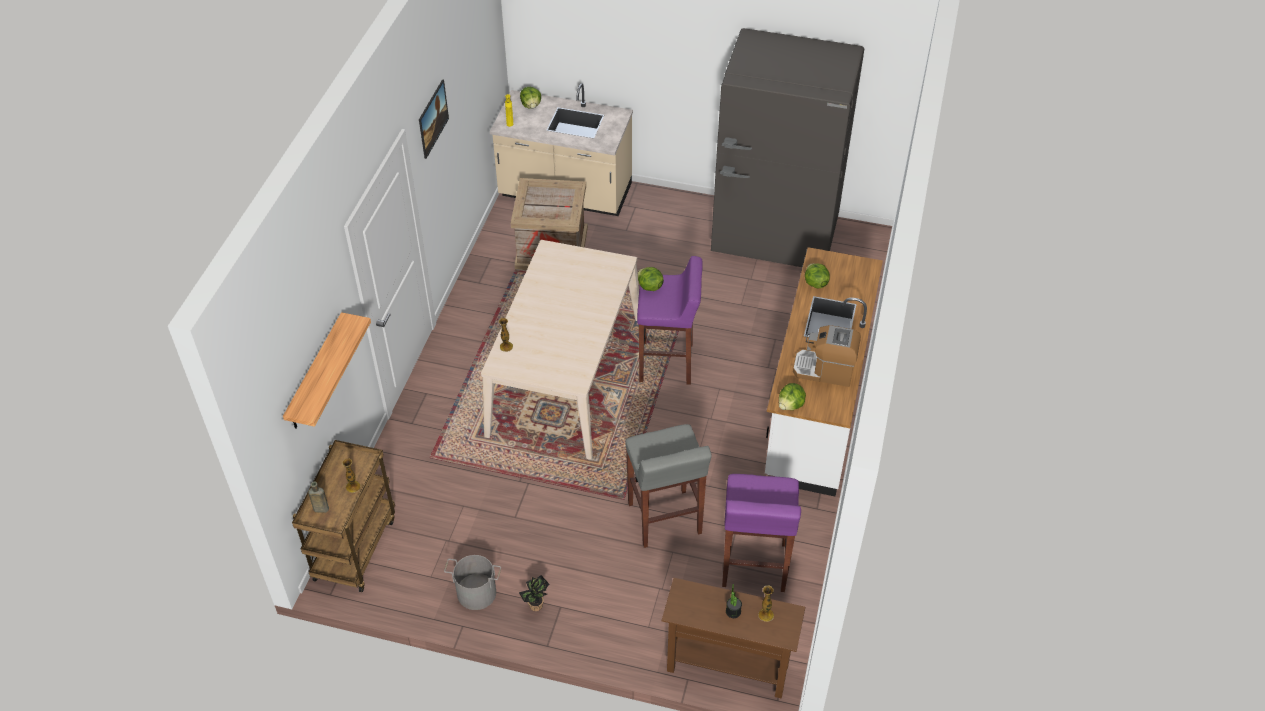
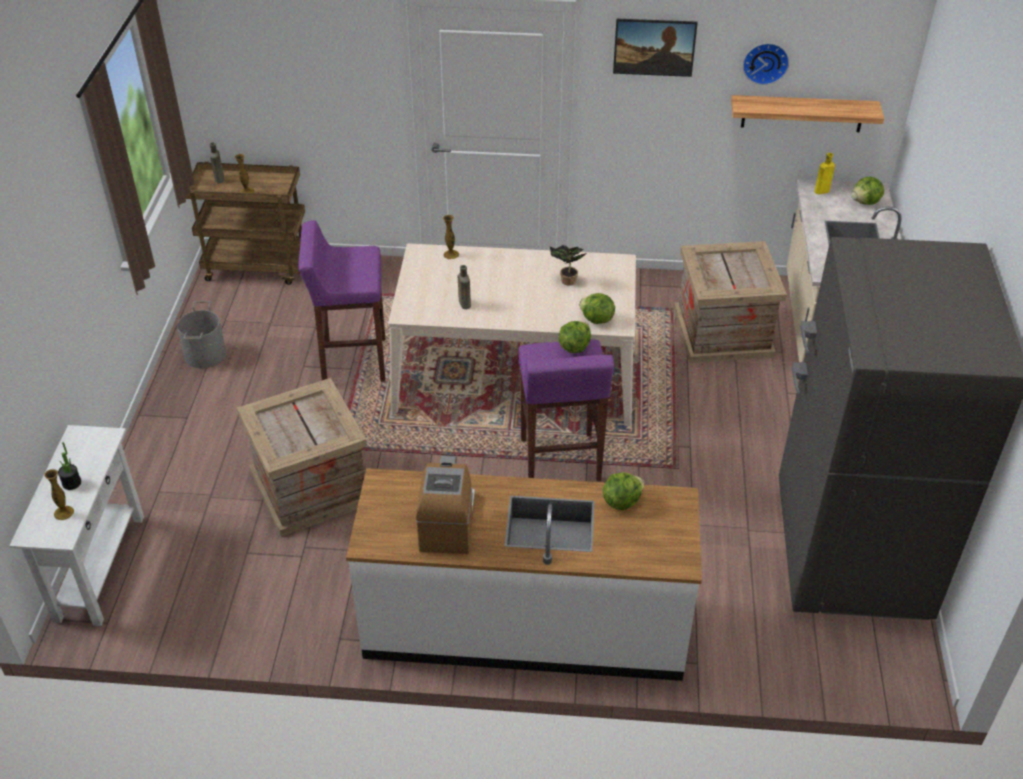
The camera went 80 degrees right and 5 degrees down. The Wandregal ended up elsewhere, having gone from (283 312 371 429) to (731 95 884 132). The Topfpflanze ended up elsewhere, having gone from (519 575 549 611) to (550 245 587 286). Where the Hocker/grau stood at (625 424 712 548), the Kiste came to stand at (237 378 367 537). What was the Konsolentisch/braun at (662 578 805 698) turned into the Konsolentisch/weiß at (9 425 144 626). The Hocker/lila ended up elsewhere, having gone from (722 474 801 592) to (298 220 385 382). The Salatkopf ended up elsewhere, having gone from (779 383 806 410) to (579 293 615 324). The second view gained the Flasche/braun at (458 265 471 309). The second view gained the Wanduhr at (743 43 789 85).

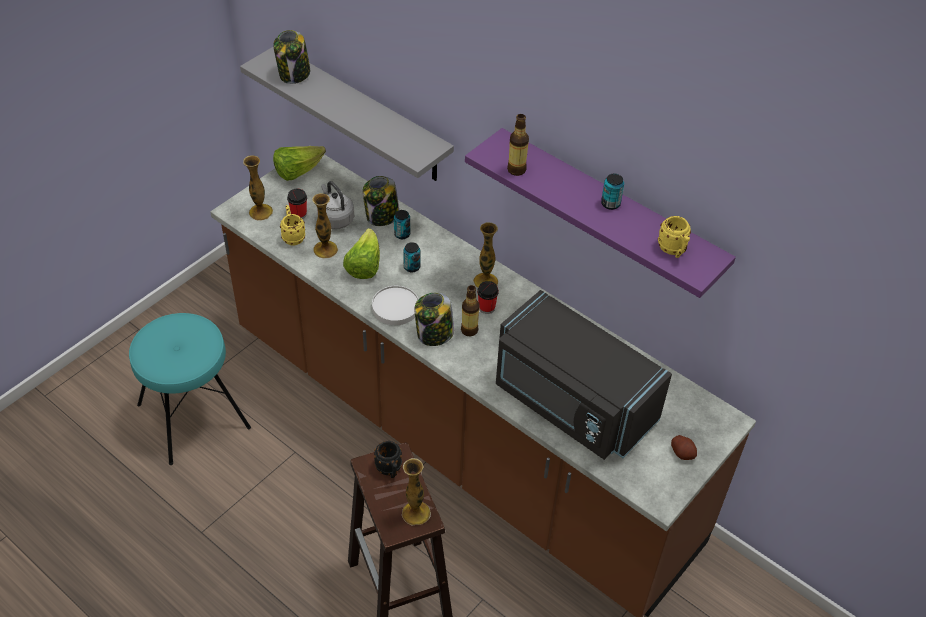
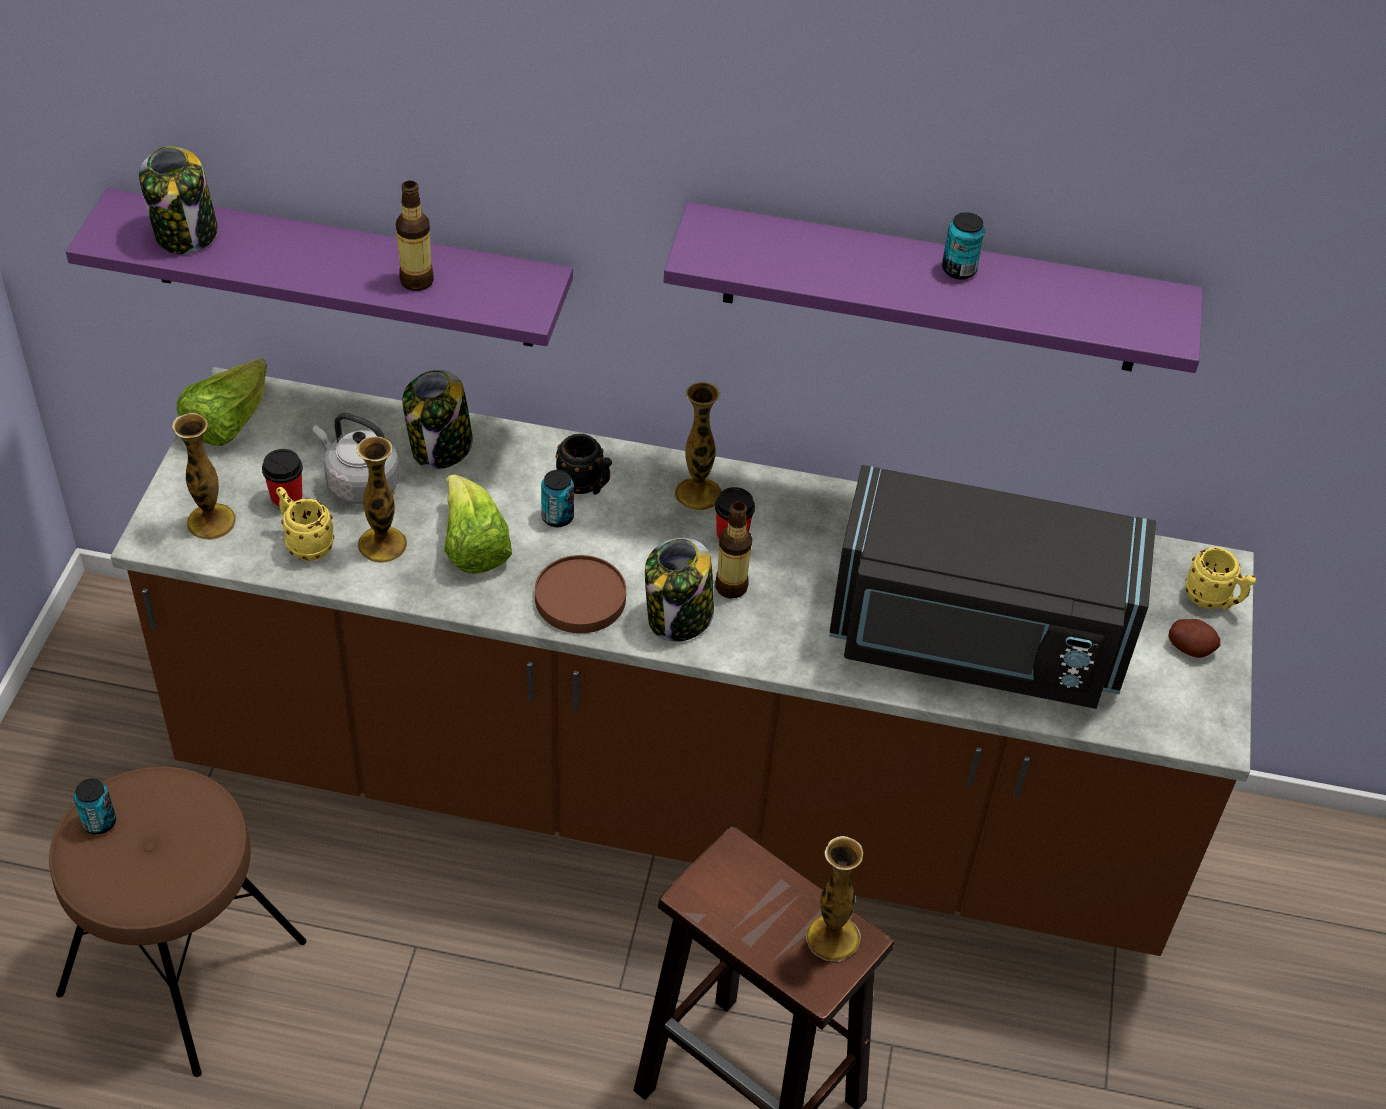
The camera went 30 degrees left and 0 degrees up. What was the Hocker/türkis at (129 313 251 465) turned into the Hocker/braun at (49 767 306 1077). What was the Wandregal/grau at (240 47 454 181) turned into the Wandregal/lila at (66 188 573 347). What was the Teller/weiß at (372 286 418 325) turned into the Teller/braun at (535 555 626 633). The Henkelbecher/schwarz ended up elsewhere, having gone from (374 441 402 478) to (556 434 612 495). The Dose ended up elsewhere, having gone from (394 210 410 239) to (74 778 116 835). The Flasche ended up elsewhere, having gone from (507 114 529 176) to (396 181 434 291). The Henkelbecher/gelb ended up elsewhere, having gone from (658 216 691 258) to (1186 547 1256 610).

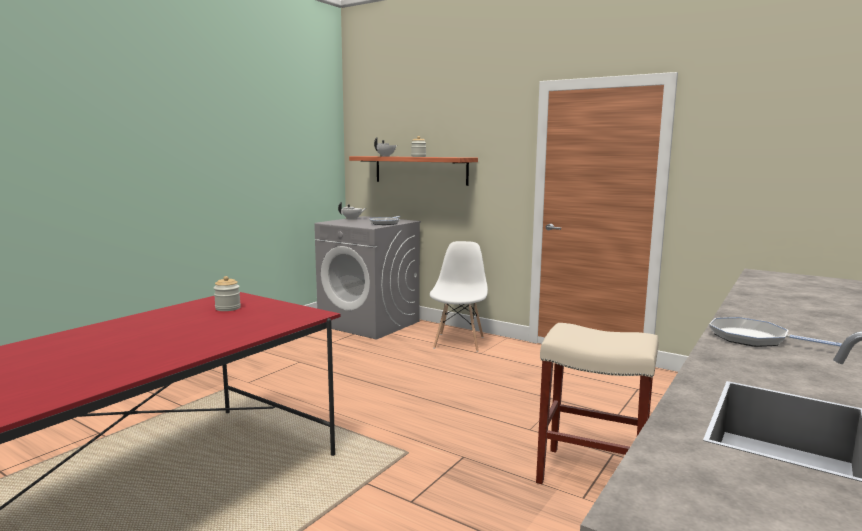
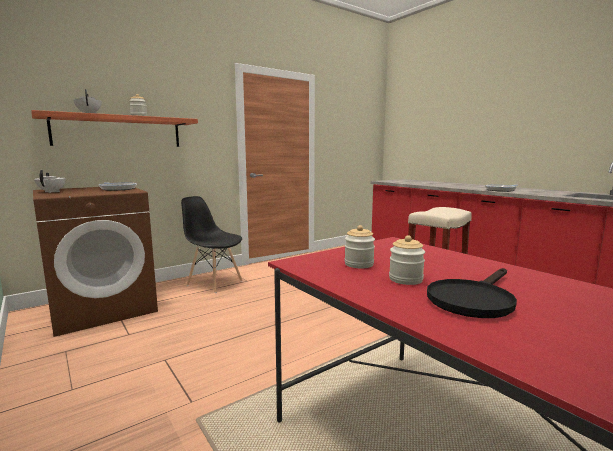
The camera went 70 degrees left and 0 degrees up. What was the Waschmaschine/grau at (314 216 421 340) turned into the Waschmaschine/braun at (33 187 158 337). What was the Stuhl/weiß at (430 241 488 352) turned into the Stuhl/schwarz at (181 196 243 293). The second view gained the Vorratsglas at (389 235 425 285). The second view gained the Pfanne/schwarz at (427 268 517 318).

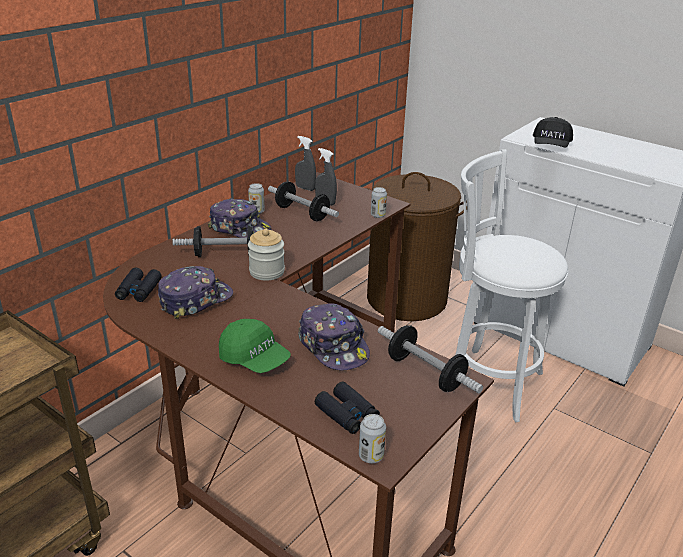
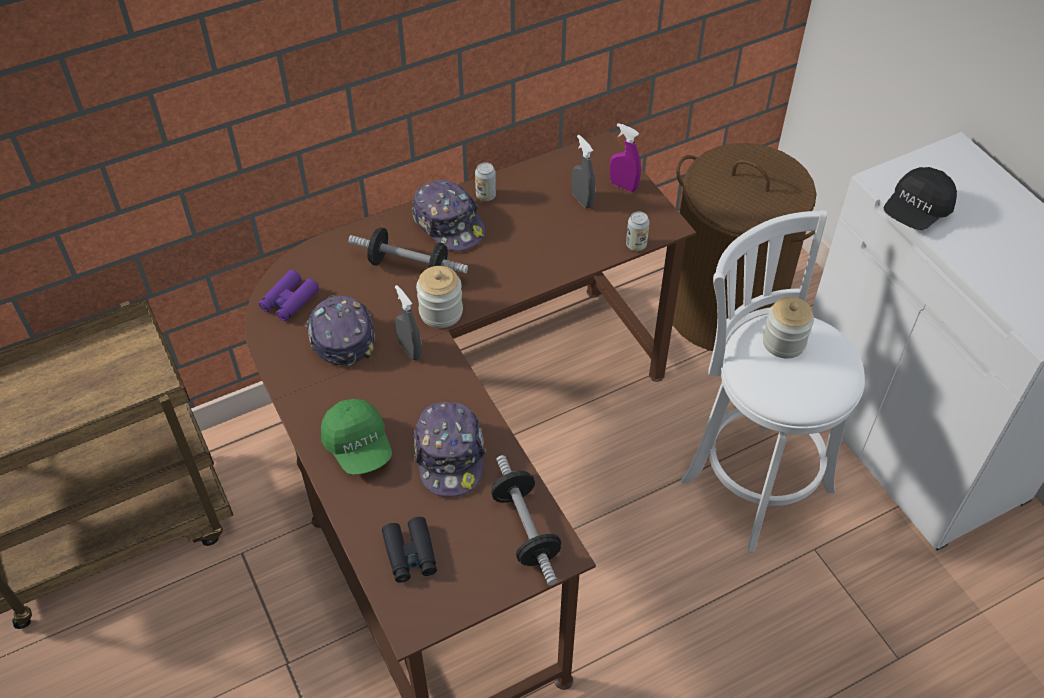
The camera went 25 degrees right and 20 degrees up. What was the Fernglas/schwarz at (115 268 162 302) turned into the Fernglas/lila at (258 270 319 321). The Kappe at (158 266 233 319) ended up facing another way, 90 degrees counterclockwise from before. The second view lost the Hantel at (268 181 339 221). The Sprühflasche/grau ended up elsewhere, having gone from (295 136 316 191) to (395 285 422 360). The second view lost the Dose at (359 414 386 463). The second view gained the Sprühflasche/lila at (610 123 641 192). The second view gained the Vorratsglas at (763 297 814 358).

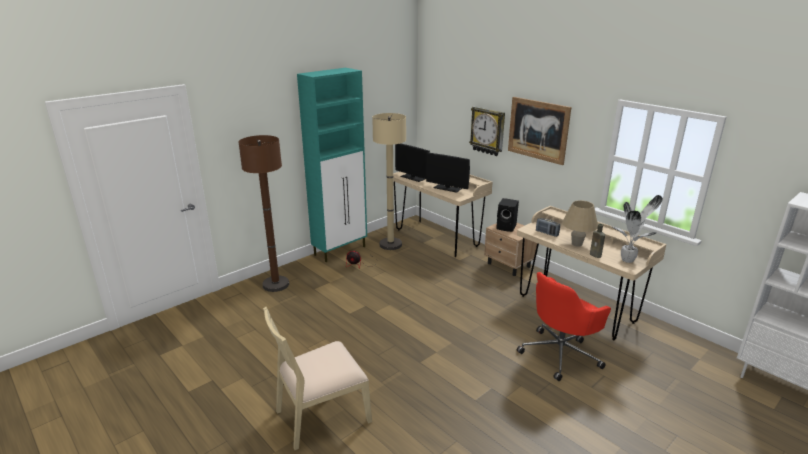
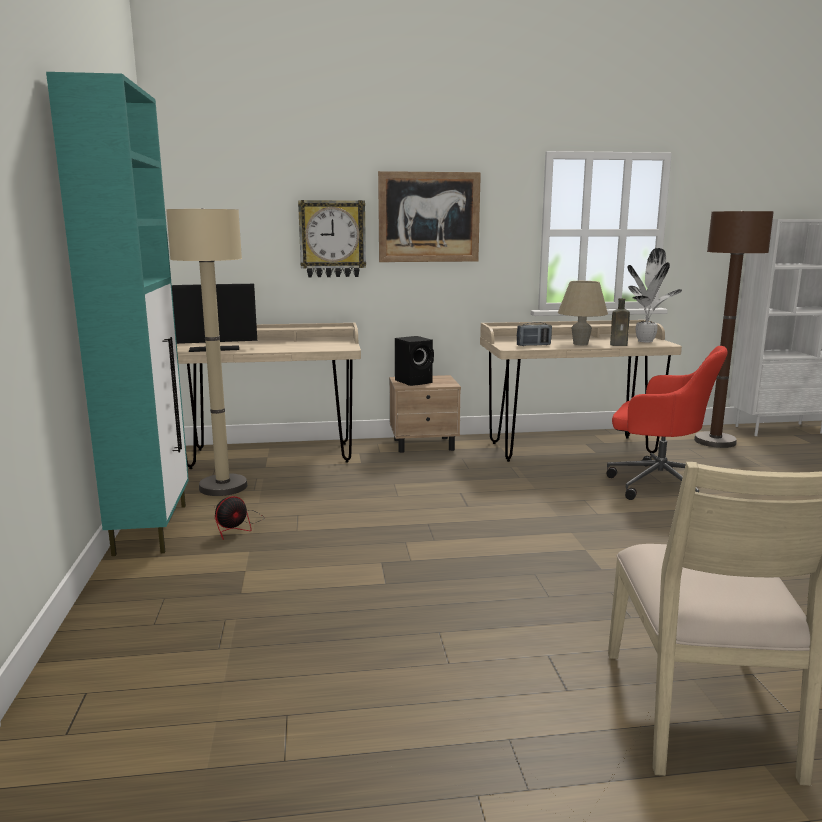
The camera went 55 degrees left and 10 degrees down. The Stehlampe/braun ended up elsewhere, having gone from (238 135 289 292) to (694 211 774 448). The second view lost the Monitor at (426 153 470 193). The Bürostuhl/rot at (517 272 611 381) ended up facing another way, 60 degrees counterclockwise from before.

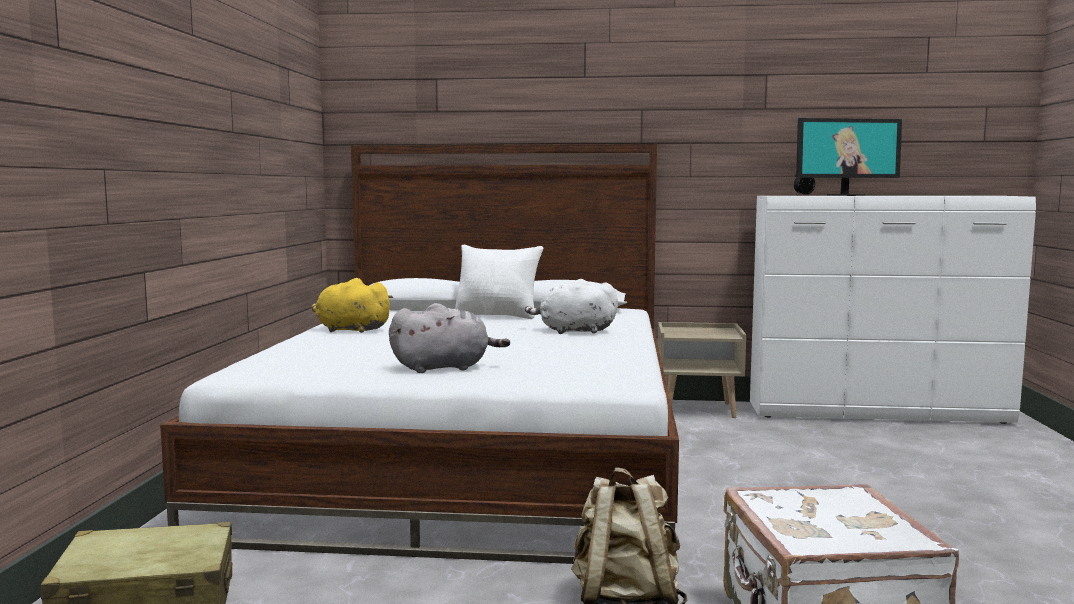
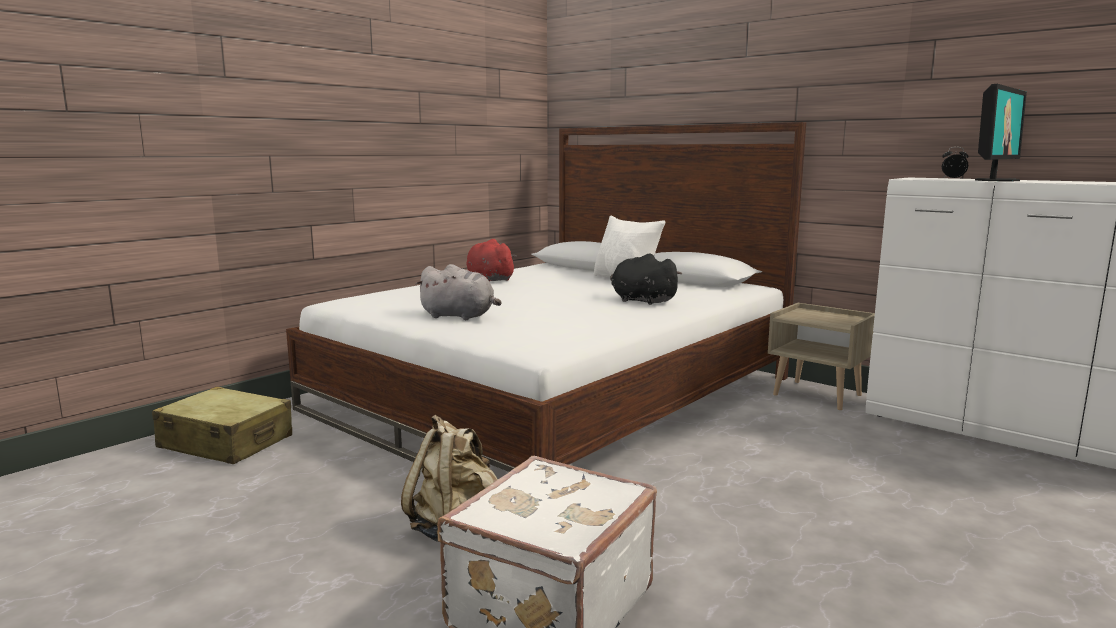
The camera went 35 degrees right and 5 degrees up. What was the Plüschtier/gelb at (312 278 393 333) turned into the Plüschtier/rot at (466 239 517 282). What was the Plüschtier/weiß at (525 279 618 334) turned into the Plüschtier/schwarz at (610 254 682 305). The Monitor at (796 118 902 196) ended up facing another way, 75 degrees counterclockwise from before.

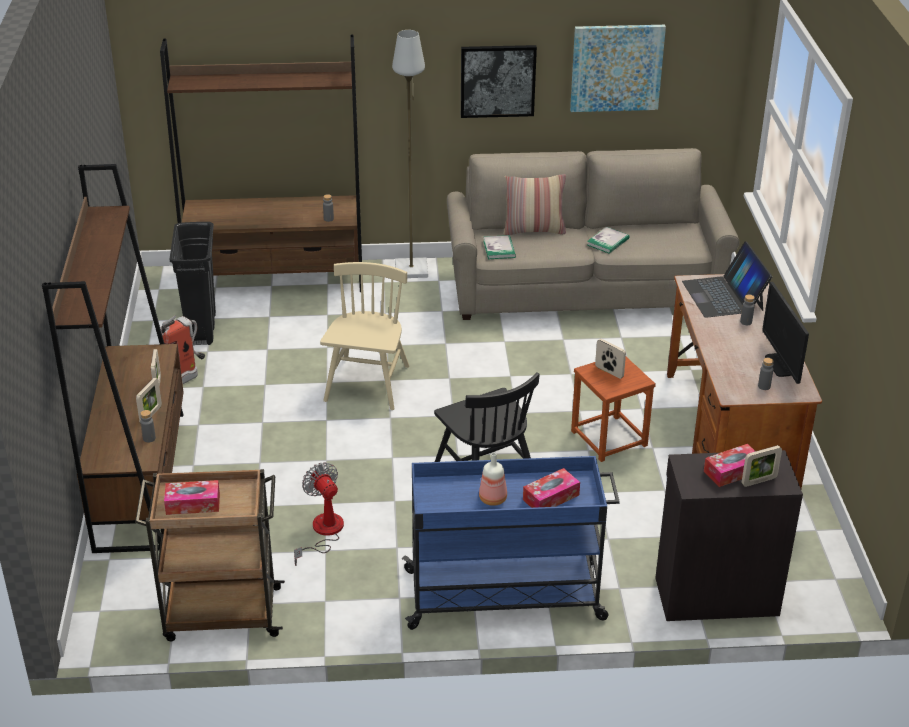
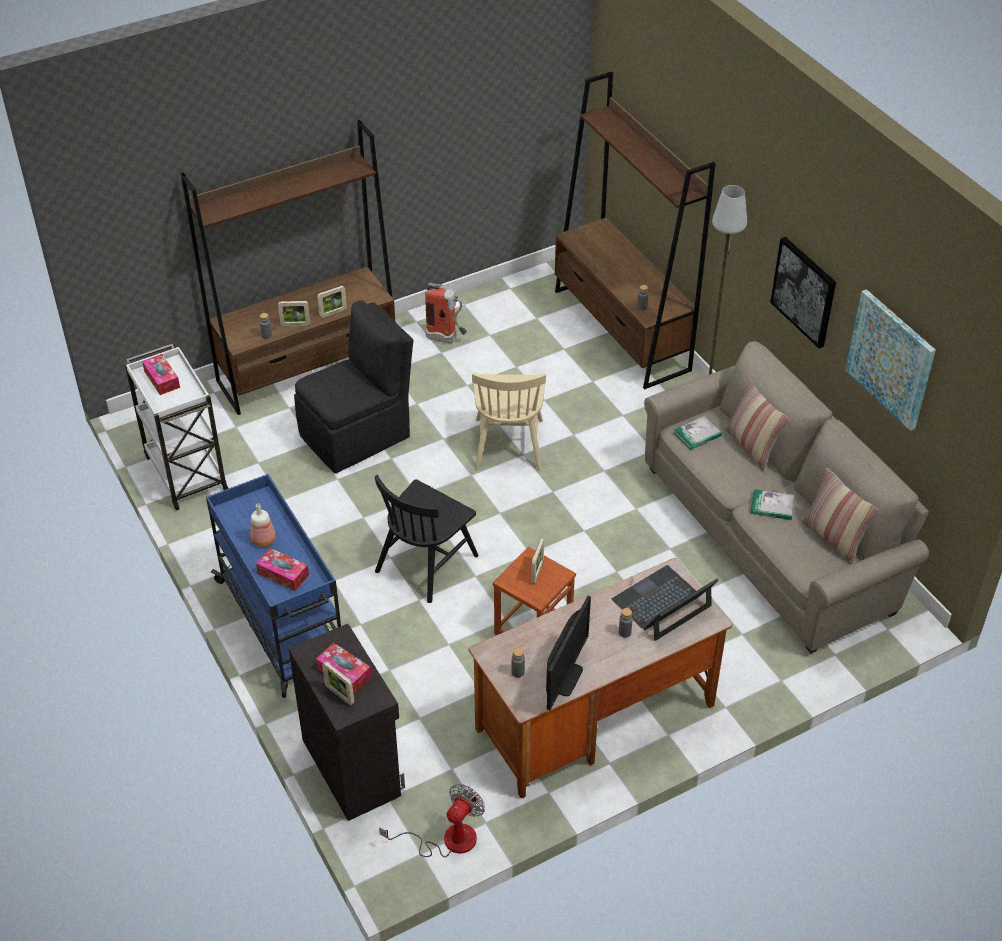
The camera went 65 degrees right and 10 degrees up. What was the Rollwagen/braun at (135 469 285 641) turned into the Rollwagen/weiß at (124 344 229 510). The second view lost the Mülleimer/schwarz at (169 222 216 345). The Ventilator ended up elsewhere, having gone from (294 462 344 566) to (379 784 485 857). The Stuhl/beige at (320 262 409 410) ended up facing another way, 105 degrees clockwise from before. The Monitor at (762 282 809 384) ended up facing another way, 150 degrees clockwise from before. The second view gained the Stuhl/schwarz at (294 300 413 473). The second view gained the Kissen at (801 468 879 565).

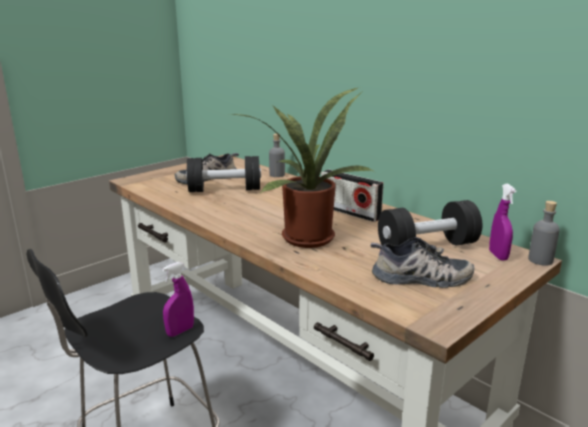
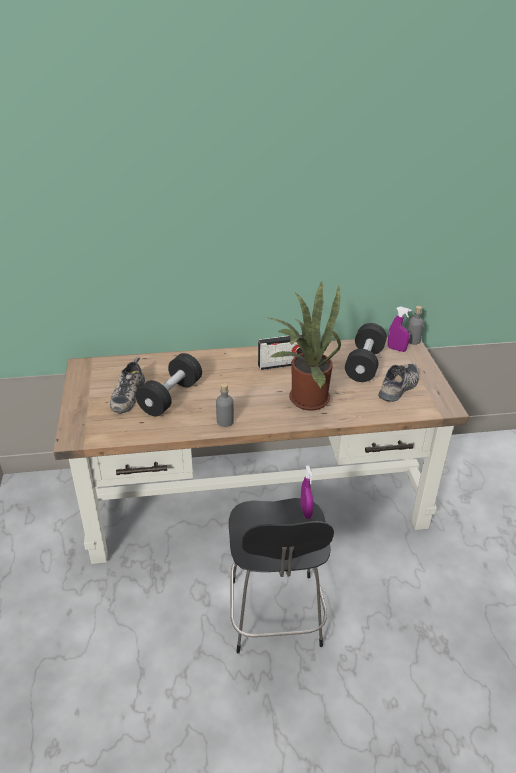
The camera went 55 degrees left and 15 degrees up. The Flasche/grau ended up elsewhere, having gone from (269 134 285 177) to (216 383 234 427).

